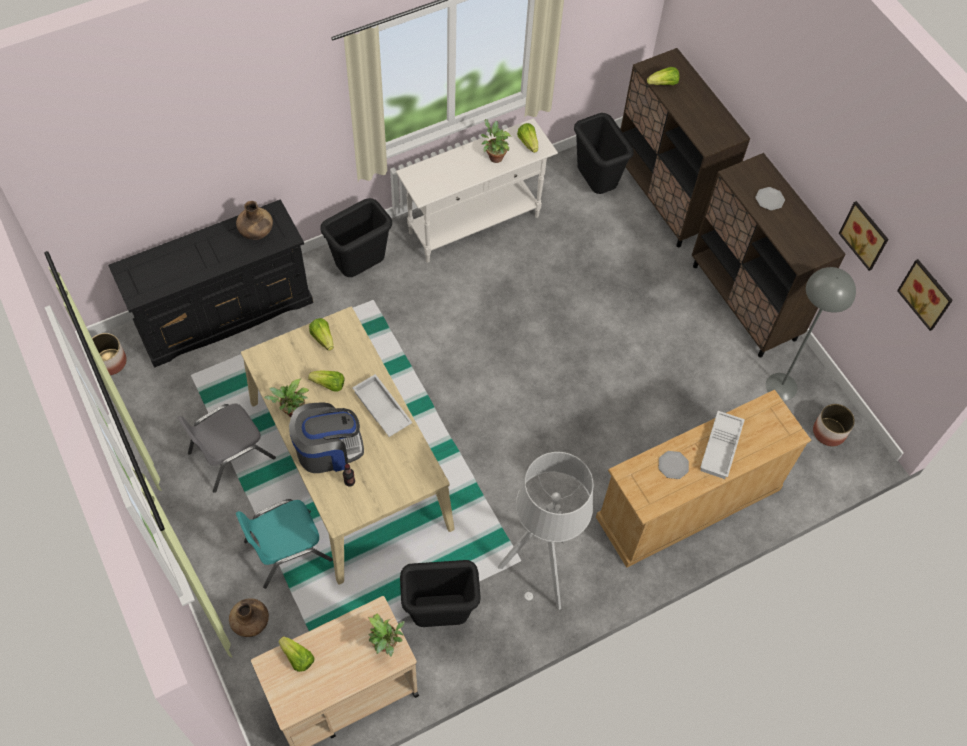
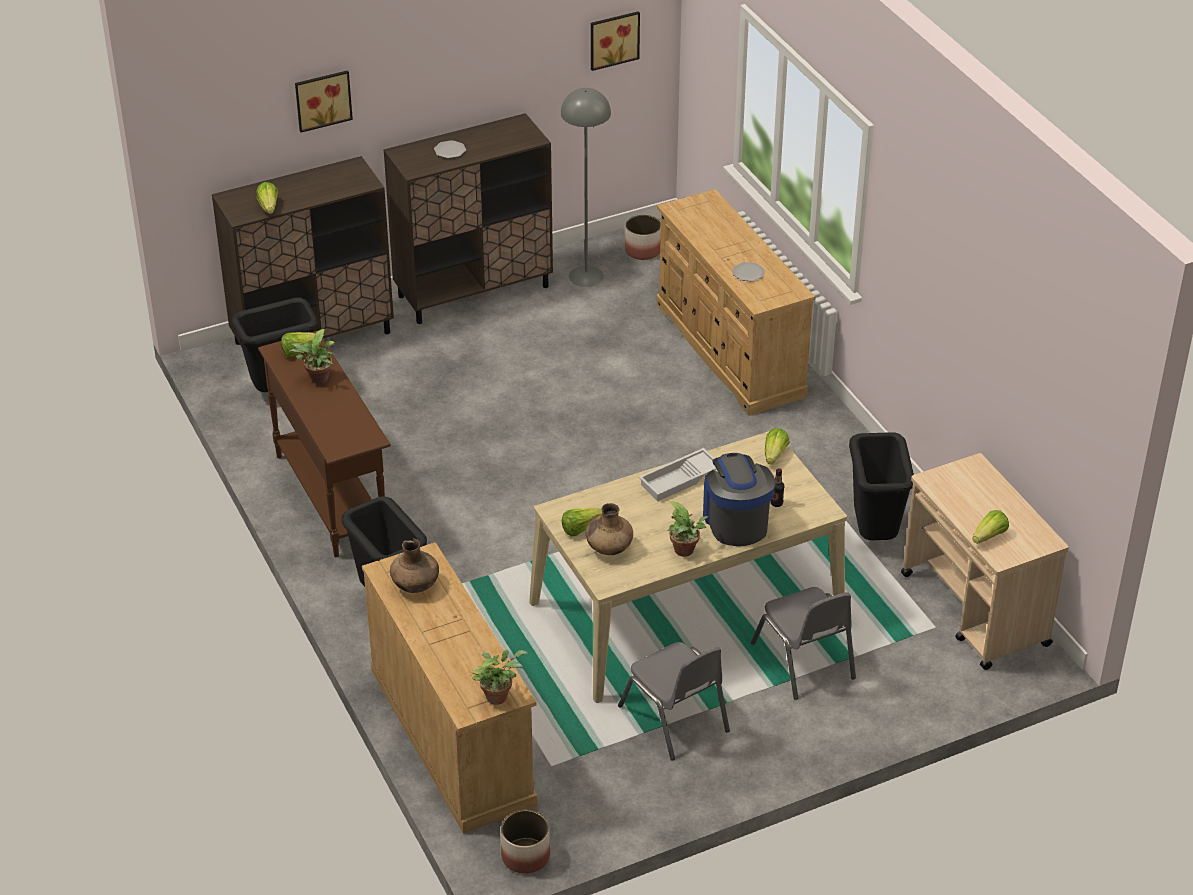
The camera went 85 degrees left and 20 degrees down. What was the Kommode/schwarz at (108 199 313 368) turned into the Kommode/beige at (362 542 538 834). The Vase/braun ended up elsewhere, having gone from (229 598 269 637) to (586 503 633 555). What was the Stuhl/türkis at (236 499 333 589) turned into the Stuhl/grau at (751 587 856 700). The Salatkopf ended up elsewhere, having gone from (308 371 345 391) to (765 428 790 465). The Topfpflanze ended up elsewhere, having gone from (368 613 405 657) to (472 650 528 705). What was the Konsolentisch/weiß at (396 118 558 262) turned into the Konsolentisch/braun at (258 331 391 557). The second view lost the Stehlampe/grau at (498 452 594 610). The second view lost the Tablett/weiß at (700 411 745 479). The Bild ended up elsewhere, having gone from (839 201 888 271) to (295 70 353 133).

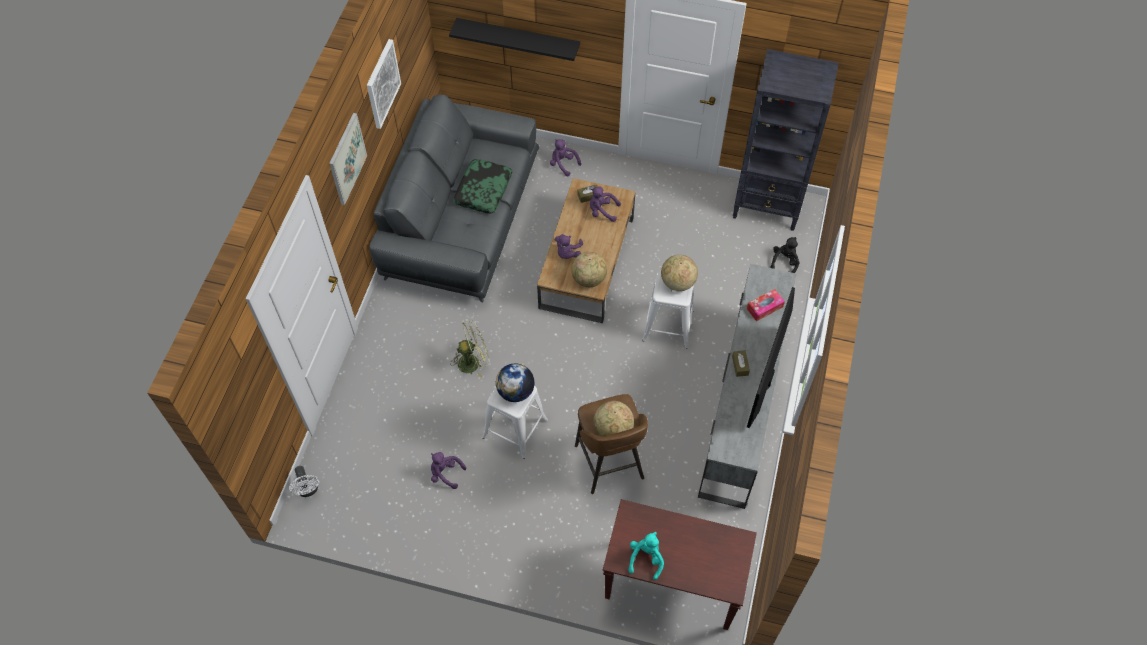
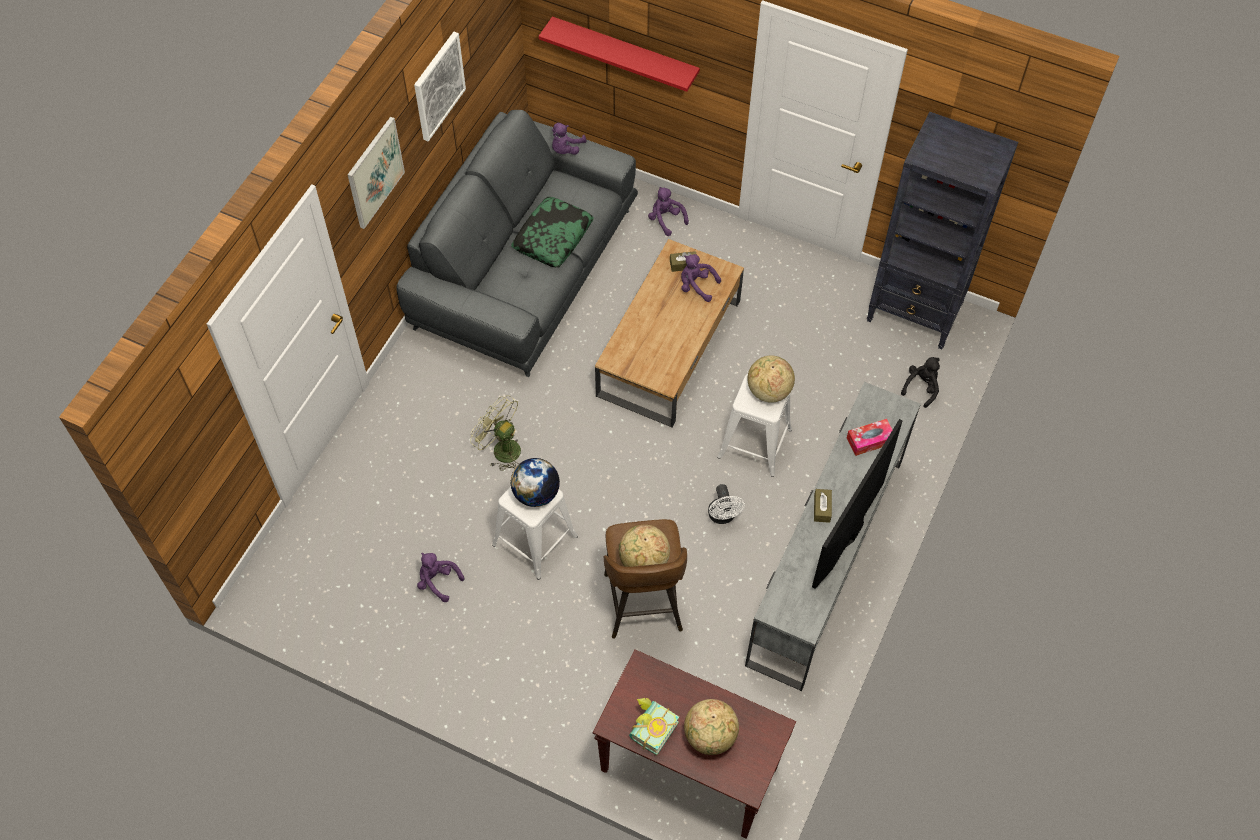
The camera went 10 degrees right and 0 degrees up. The Ventilator/weiß ended up elsewhere, having gone from (289 466 319 497) to (708 484 745 524). What was the Wandregal/schwarz at (449 18 580 61) turned into the Wandregal/rot at (539 16 700 92). The Ventilator/grün at (450 320 490 378) ended up facing another way, 135 degrees counterclockwise from before. The Plüschtier/lila ended up elsewhere, having gone from (555 234 583 259) to (552 123 587 155). The Globus ended up elsewhere, having gone from (571 252 607 287) to (684 699 739 755). Where the Plüschtier/türkis stood at (629 532 664 580), the Buch came to stand at (629 698 679 755).

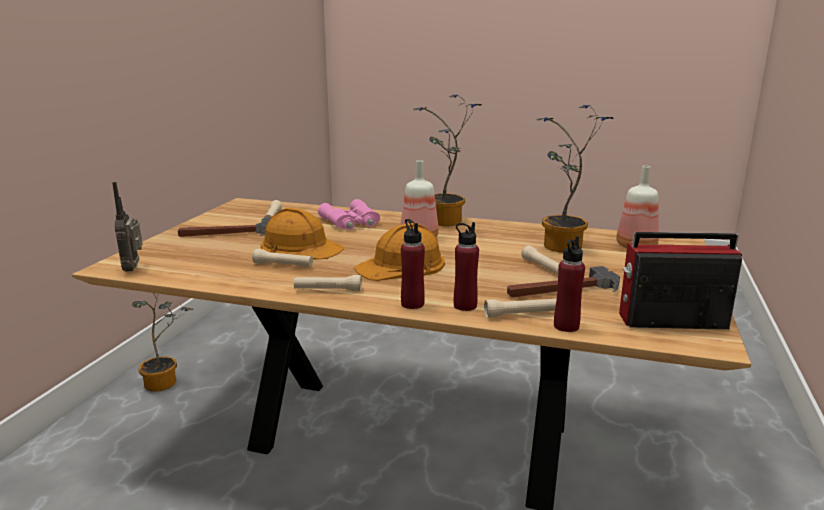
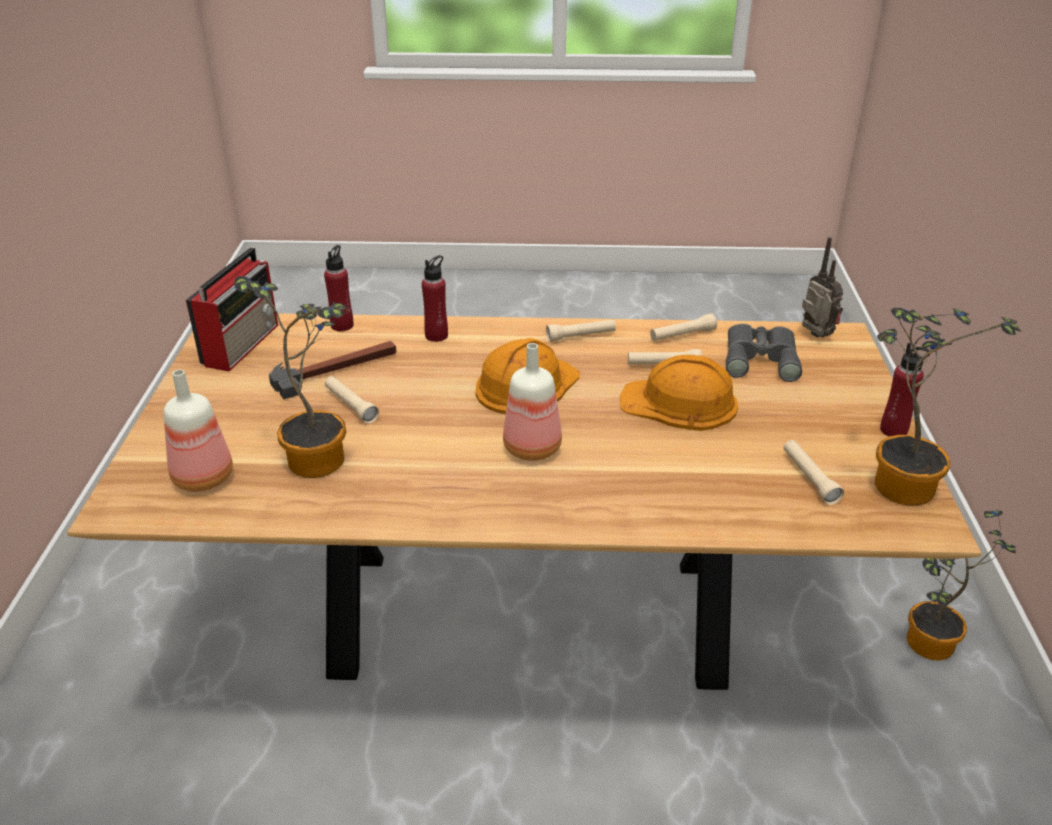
The camera went 165 degrees right and 15 degrees up. The second view lost the Hammer at (178 218 270 237). The second view lost the Fernglas/rosa at (318 199 380 230). The Flasche/rot ended up elsewhere, having gone from (401 219 425 309) to (880 343 930 436). The Topfpflanze ended up elsewhere, having gone from (414 95 482 226) to (875 308 1021 506). The Taschenlampe/beige ended up elsewhere, having gone from (484 298 557 318) to (650 314 717 341). The Radio at (619 232 742 330) ended up facing another way, 60 degrees counterclockwise from before. The second view gained the Fernglas/grau at (726 324 802 382).

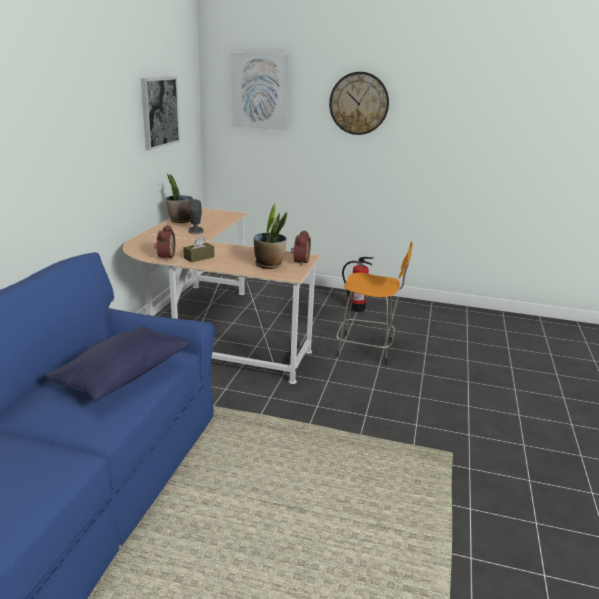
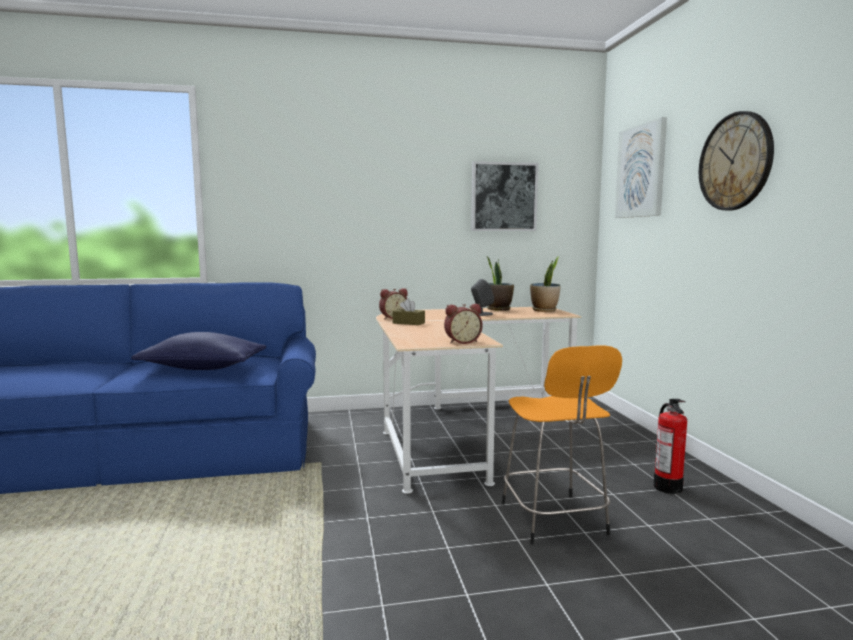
The camera went 65 degrees right and 15 degrees down. The Topfpflanze ended up elsewhere, having gone from (254 203 287 269) to (530 256 561 312).

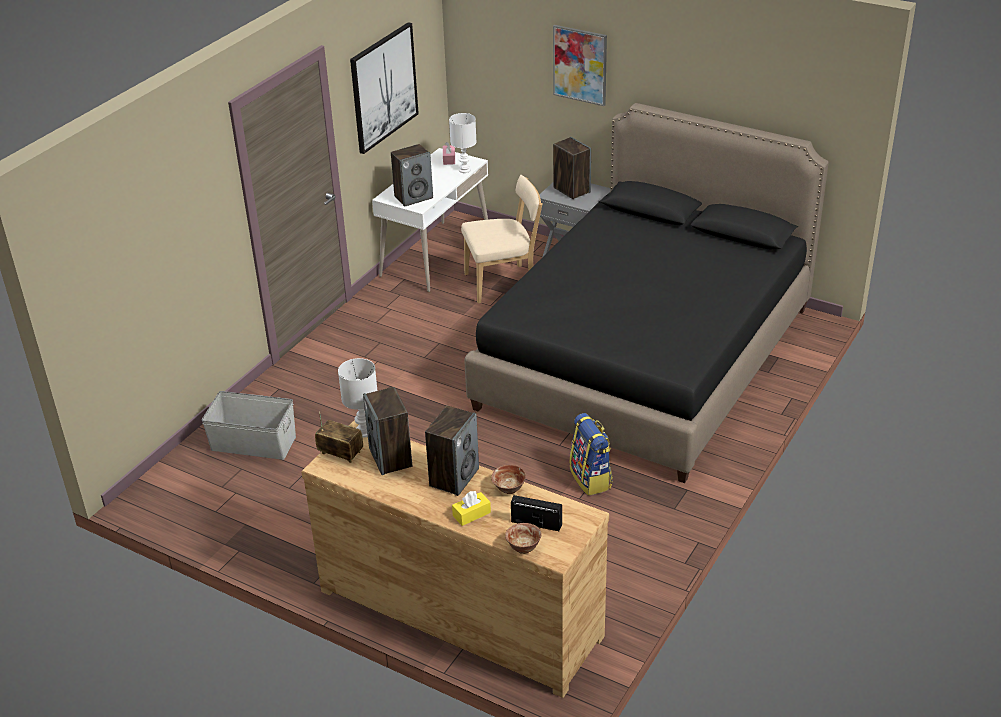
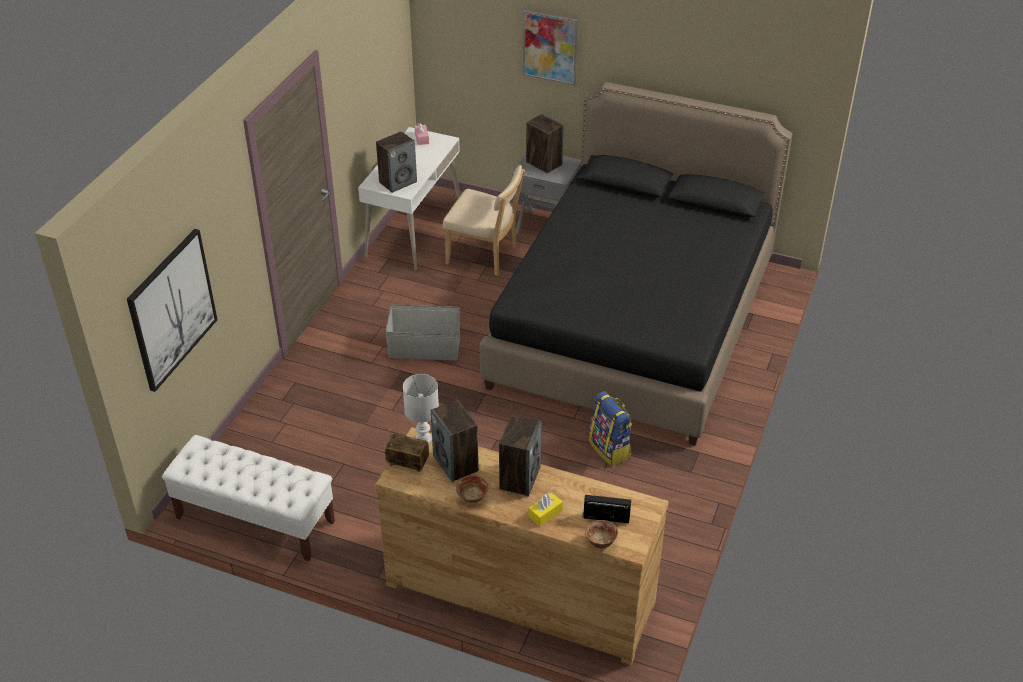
The camera went 10 degrees left and 5 degrees up. The Aufbewahrungsbox/grau ended up elsewhere, having gone from (202 391 296 460) to (385 304 460 361). The Bild ended up elsewhere, having gone from (350 22 419 154) to (127 229 218 392). The second view lost the Tischlampe/weiß at (449 113 477 173). The Stuhl/beige at (461 175 543 303) ended up facing another way, 45 degrees clockwise from before. The Schüssel ended up elsewhere, having gone from (491 464 526 494) to (456 475 488 503). The second view gained the Bank/weiß at (162 435 335 562).

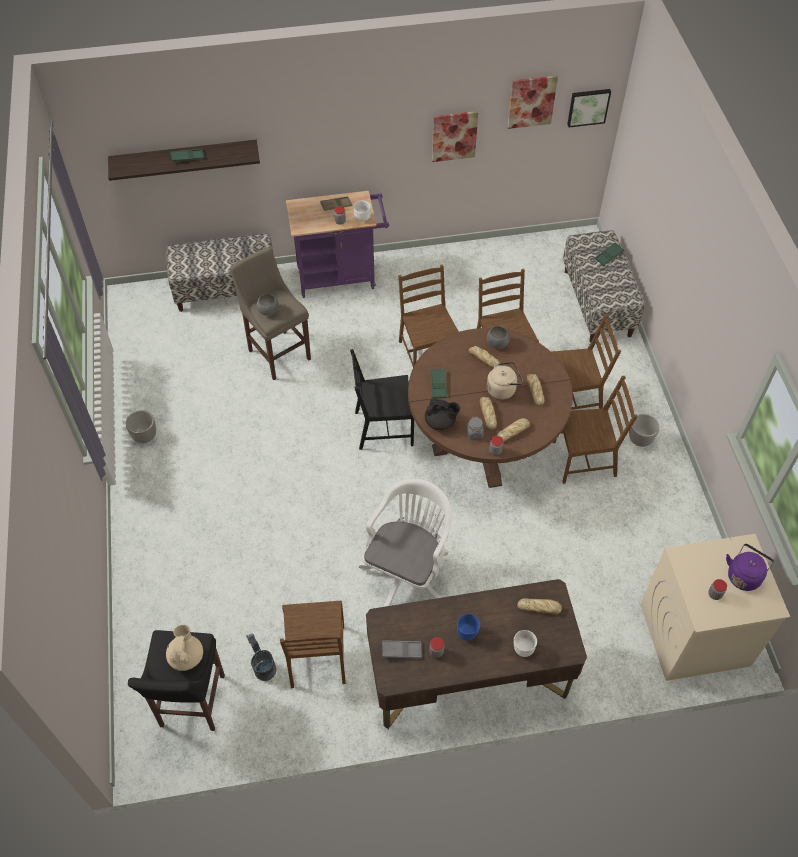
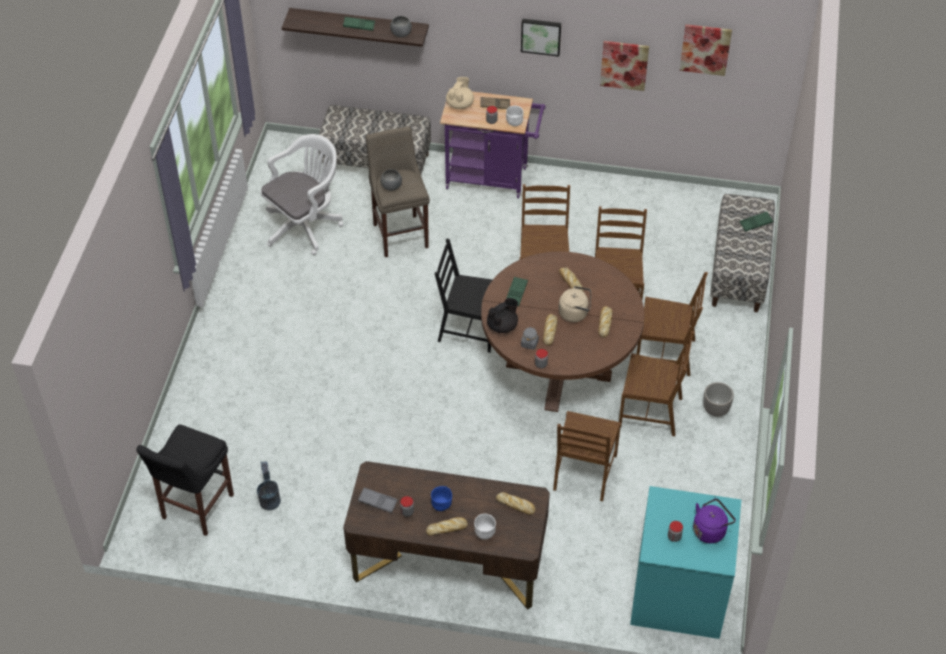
The camera went 20 degrees right and 5 degrees down. The second view lost the Pflanzkübel at (126 410 156 443). The Teekanne/beige ended up elsewhere, having gone from (166 625 203 671) to (446 77 474 109). The Stuhl/braun ended up elsewhere, having gone from (280 601 346 688) to (553 411 621 501). The Bürostuhl/weiß ended up elsewhere, having gone from (359 479 452 607) to (260 134 343 255). The Teekanne/schwarz at (425 398 460 430) ended up facing another way, 75 degrees counterclockwise from before. The Schüssel/grau ended up elsewhere, having gone from (487 326 510 349) to (390 16 412 37). The Brot ended up elsewhere, having gone from (497 418 530 442) to (426 517 468 536). The Bild ended up elsewhere, having gone from (567 89 611 127) to (521 19 561 57). What was the Waschmaschine/beige at (640 534 790 681) turned into the Waschmaschine/türkis at (630 486 741 639).

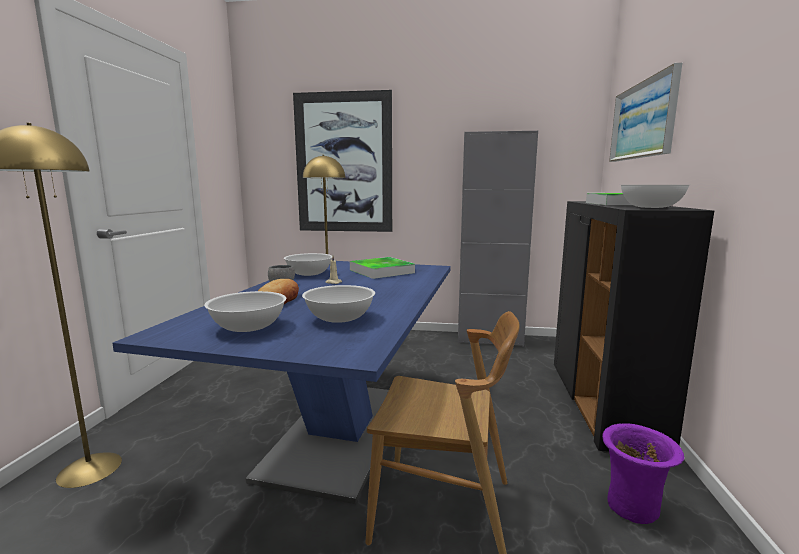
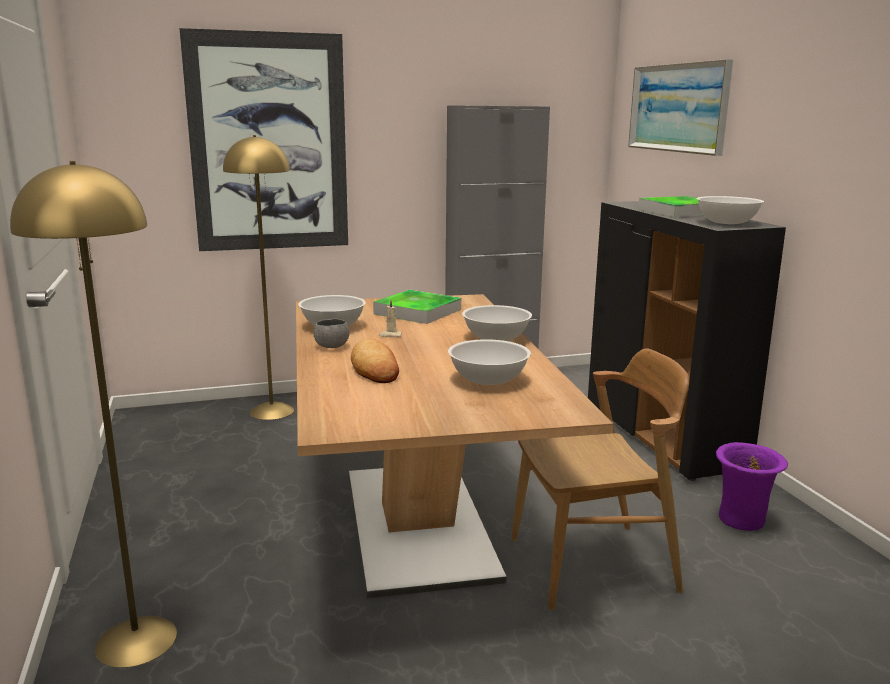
The camera went 25 degrees left and 5 degrees up. What was the Esstisch/blau at (112 261 451 504) turned into the Esstisch/braun at (296 294 613 598). The Schüssel/weiß ended up elsewhere, having gone from (204 291 286 332) to (462 305 532 341).

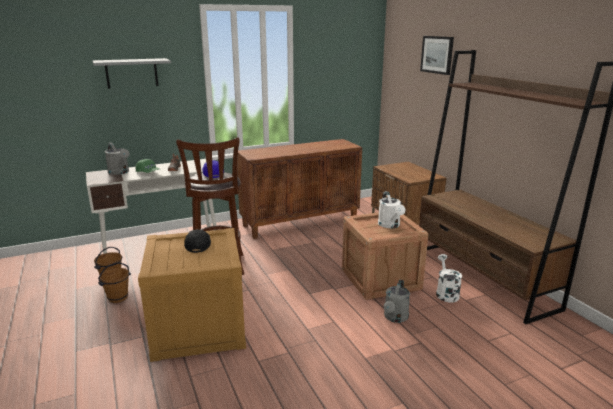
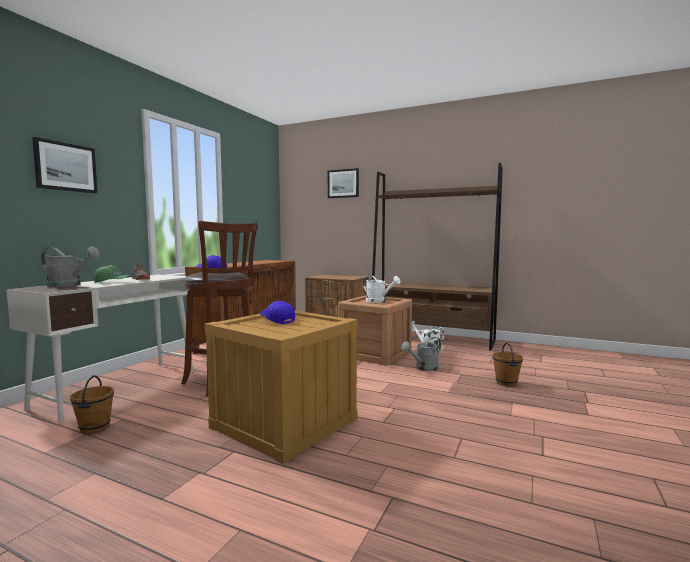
The camera went 40 degrees left and 15 degrees down. Where the Wandregal/grau hung at (93 58 171 89), the Bild came to hang at (32 137 98 193). The Eimer/braun ended up elsewhere, having gone from (98 262 131 303) to (493 343 523 387). What was the Kappe/schwarz at (184 229 211 253) turned into the Kappe/blau at (260 301 295 324). The Gießkanne/grau at (384 280 410 323) ended up facing another way, 75 degrees clockwise from before.

